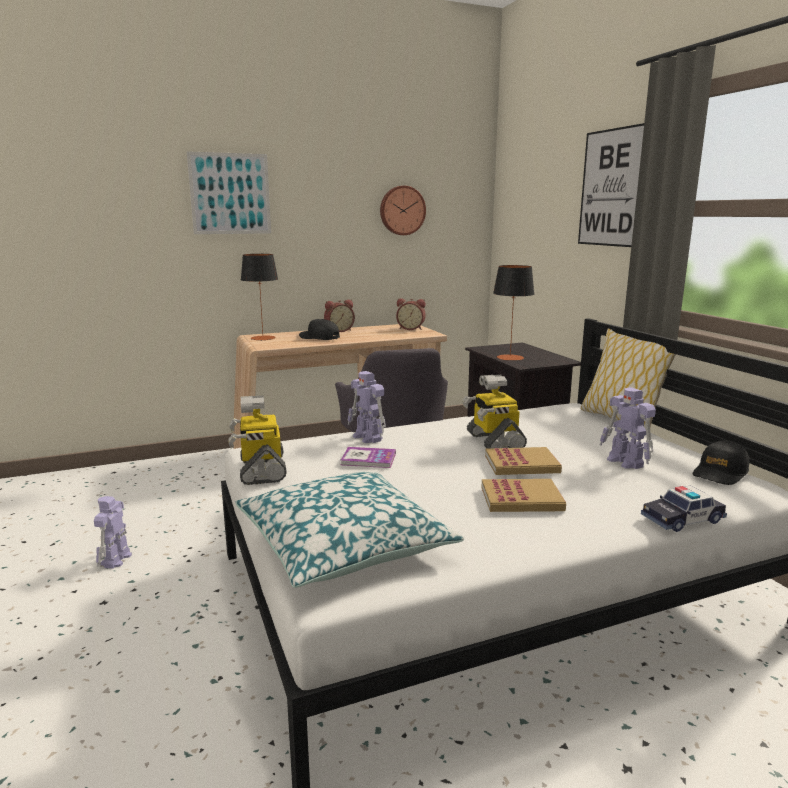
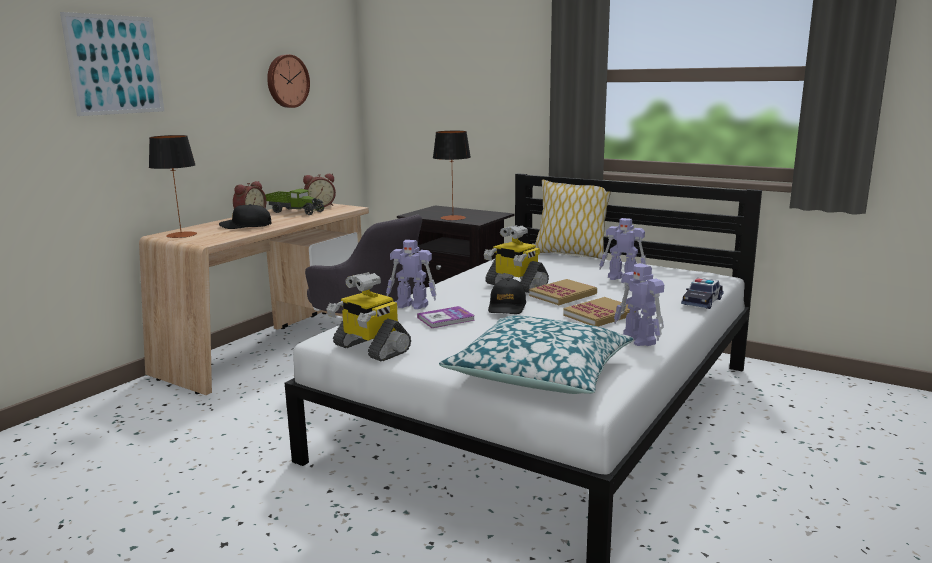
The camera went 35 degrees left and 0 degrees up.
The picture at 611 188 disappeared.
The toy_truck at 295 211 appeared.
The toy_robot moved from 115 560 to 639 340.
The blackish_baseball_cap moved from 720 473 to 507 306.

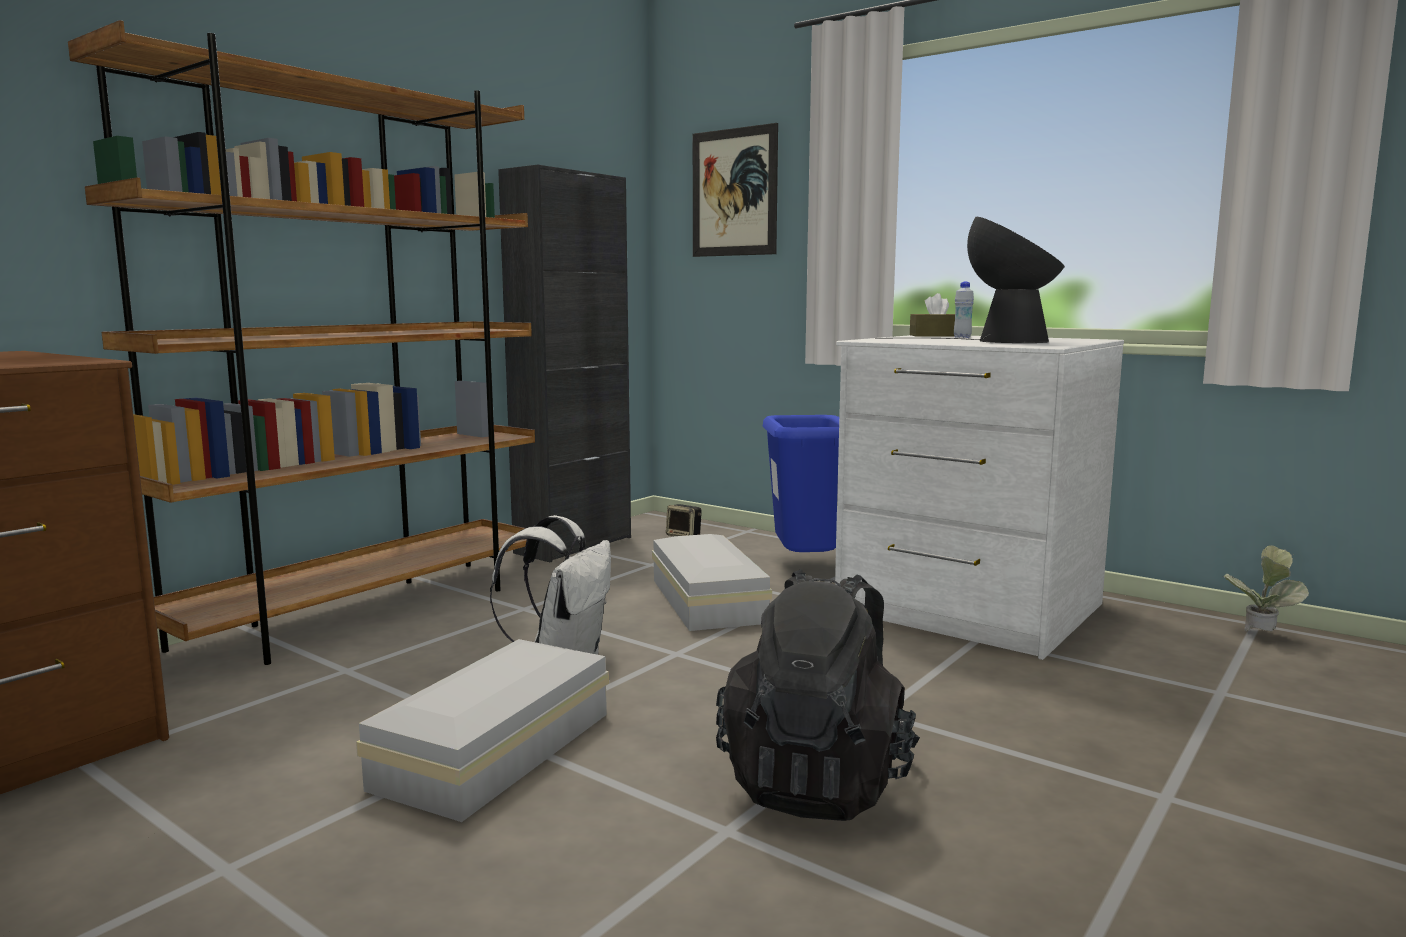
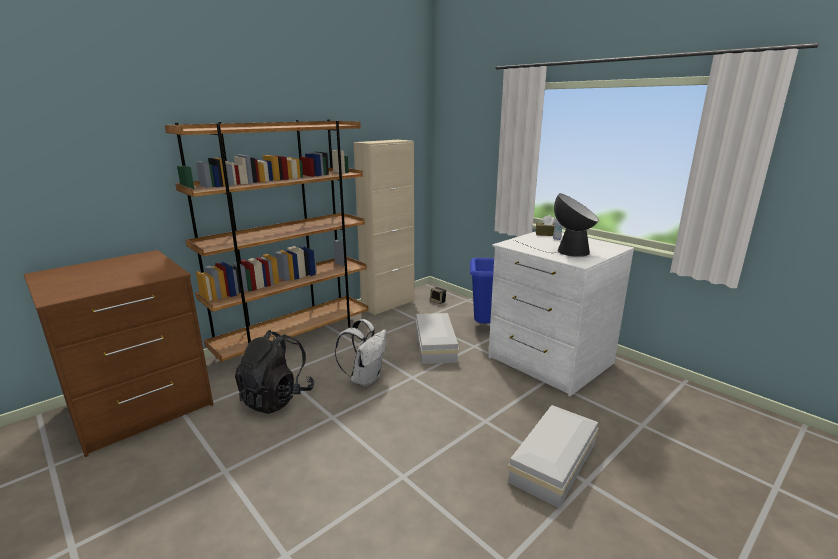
The camera went 10 degrees right and 10 degrees up.
The picture at 734 192 disappeared.
The plant_in_a_pot at 1260 636 disappeared.
The white_storage_container moved from 500 748 to 555 462.
The blackish_backpack moved from 818 782 to 277 398.
The blackish_cupboard at 574 545 became the sand-coloured_cupboard at 388 304.

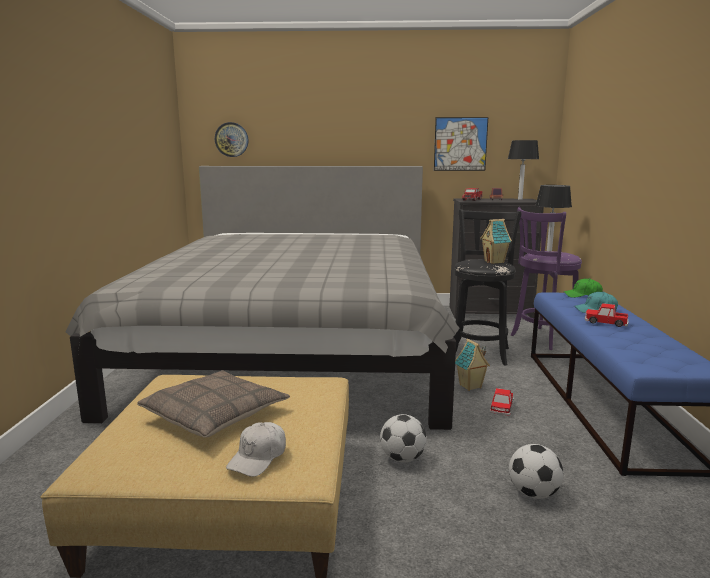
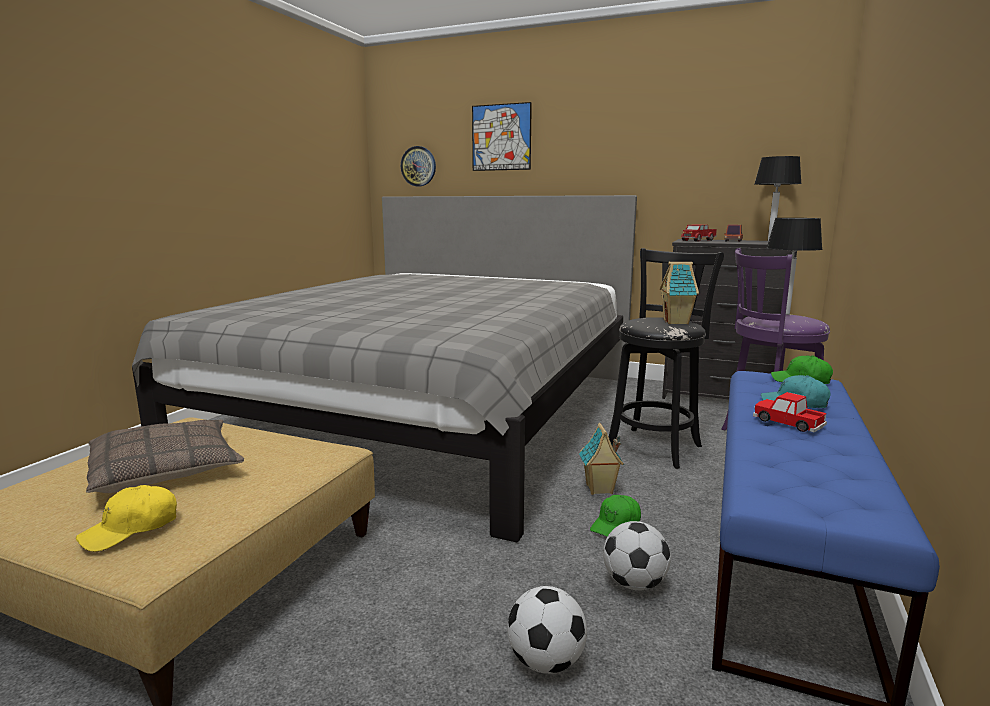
The camera went 20 degrees right and 0 degrees up.
The football_ball moved from 402 458 to 634 583.
The picture moved from 460 144 to 501 137.
The miniature_car at 501 407 was replaced by the greenish_baseball_cap at 616 525.
The white_baseball_cap at 258 457 became the yellowish_baseball_cap at 131 529.

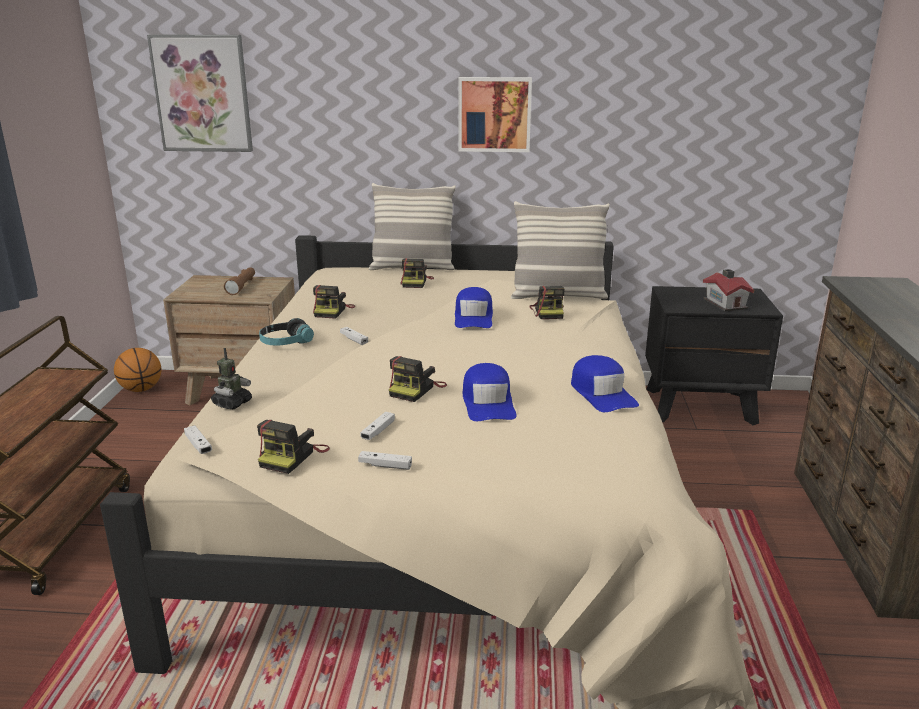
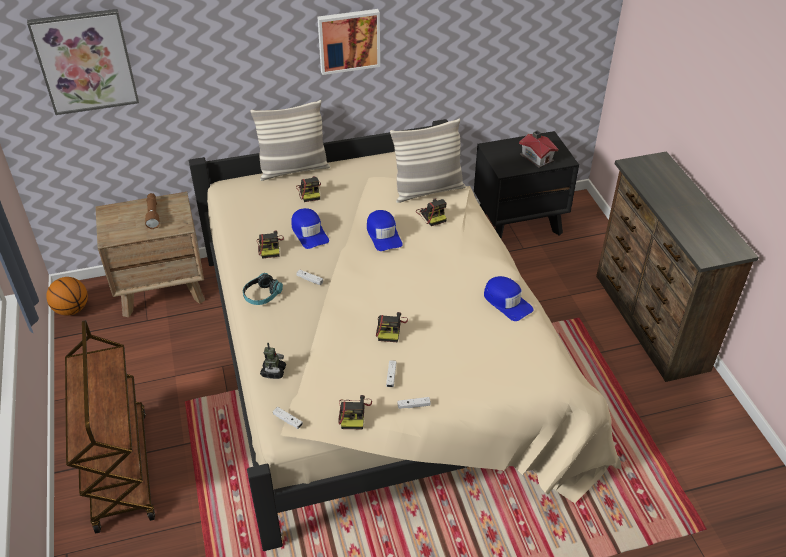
The camera went 20 degrees left and 20 degrees up.
The bluish_baseball_cap moved from 488 402 to 309 232.

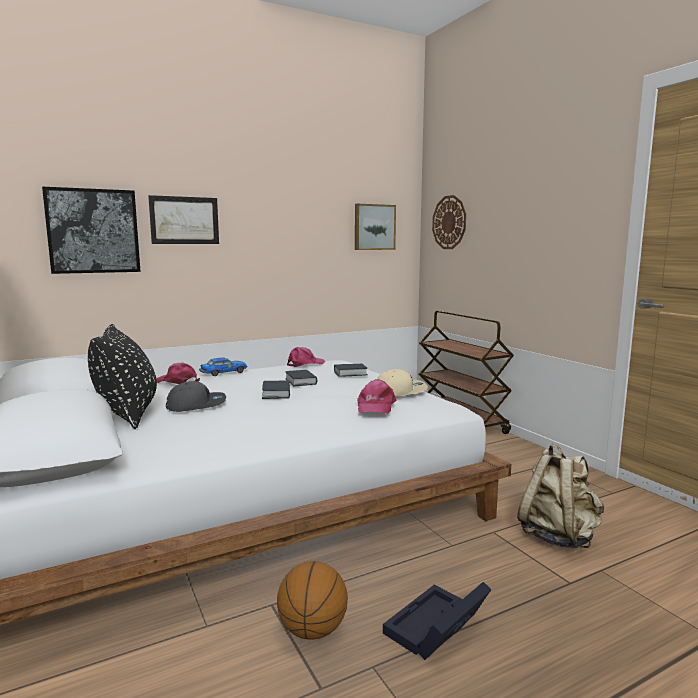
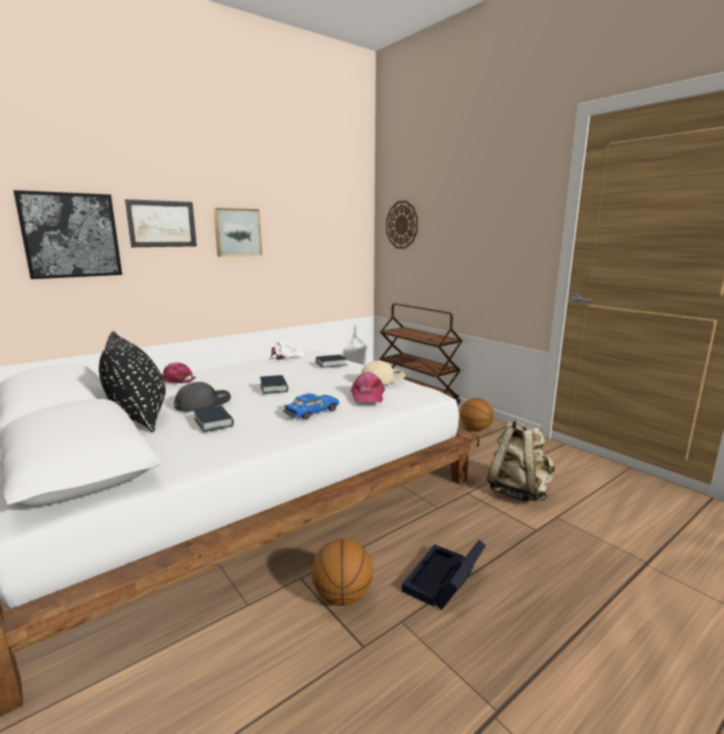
The camera went 10 degrees left and 5 degrees up.
The basketball at 475 429 appeared.
The miniature_car moved from 223 373 to 312 412.
The book moved from 301 381 to 213 422.
The picture moved from 374 227 to 237 232.
The pinkish_baseball_cap at 305 364 became the white_baseball_cap at 286 356.

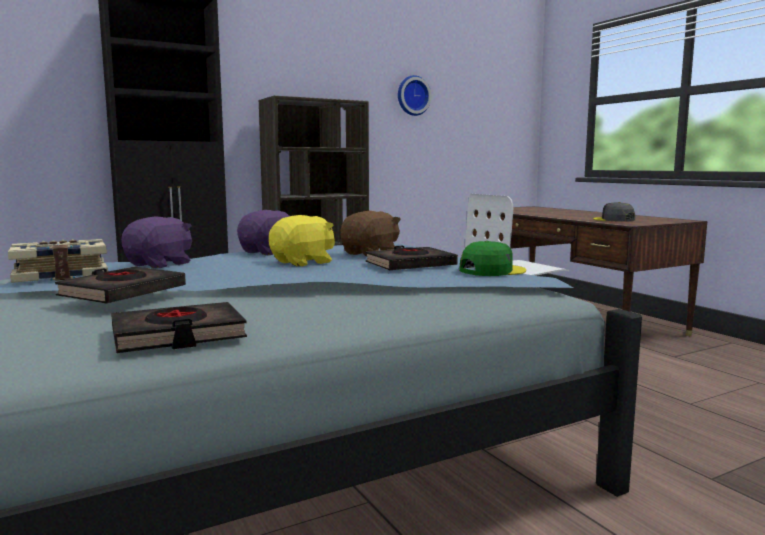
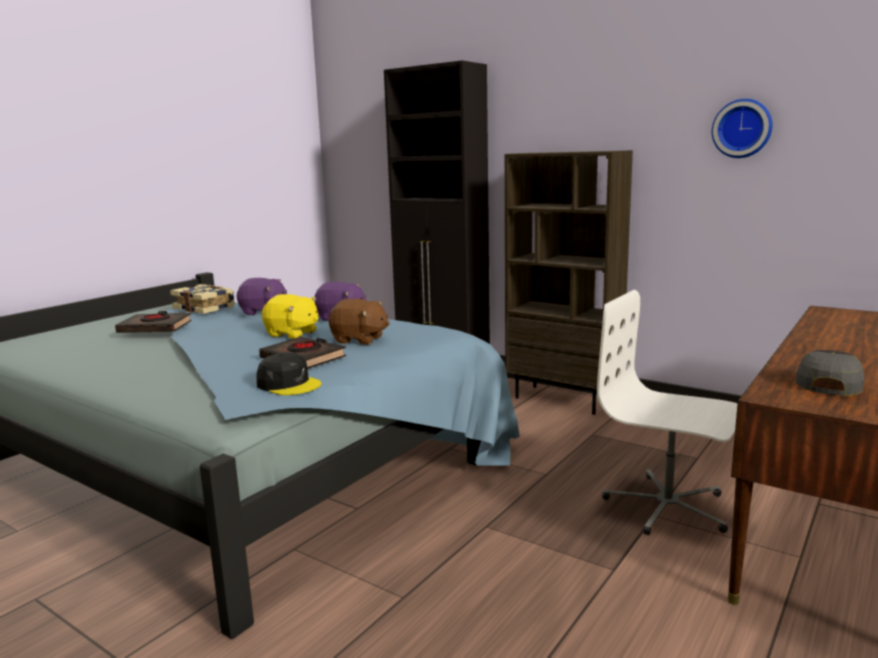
The camera went 65 degrees right and 5 degrees up.
The blackish_book at 178 336 disappeared.
The greenish_baseball_cap at 491 271 became the blackish_baseball_cap at 289 384.

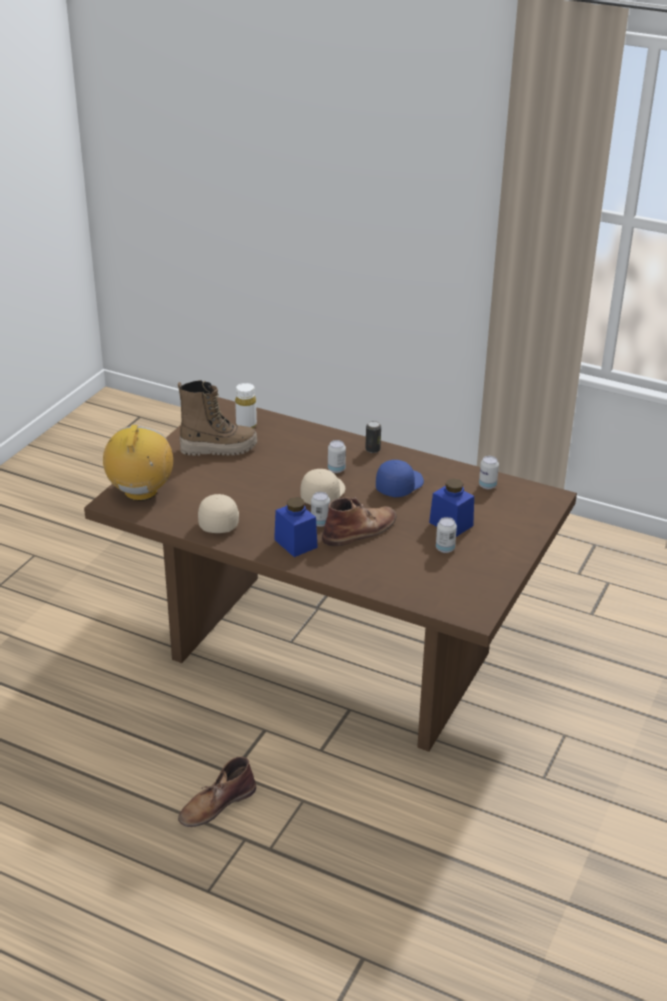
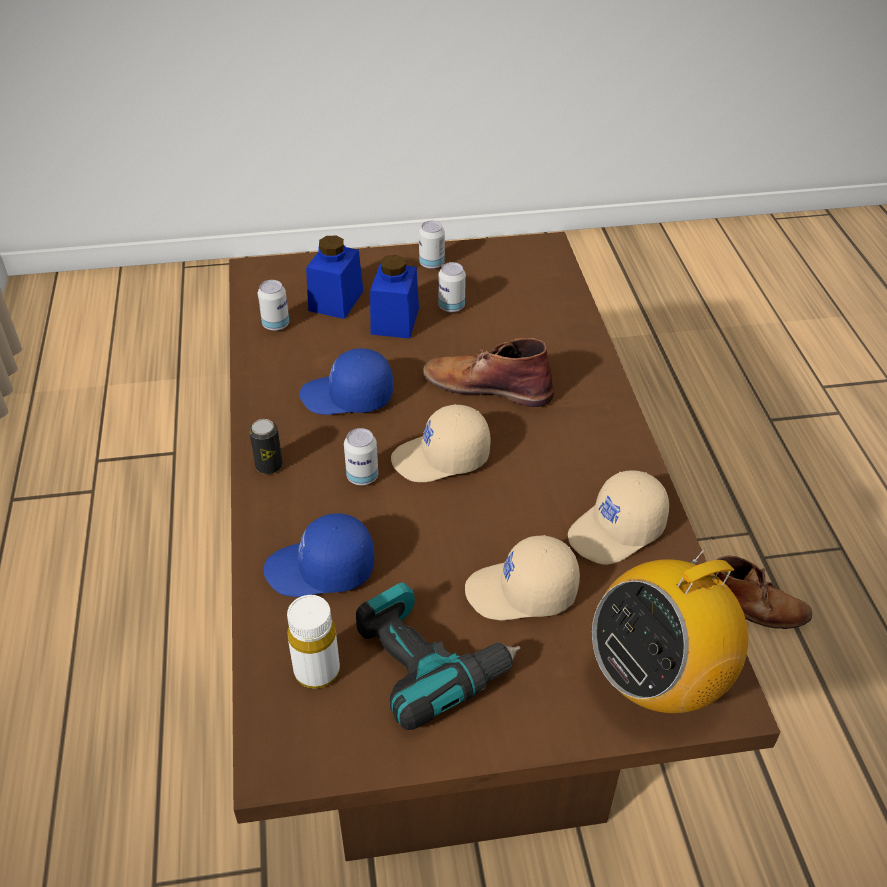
The camera went 125 degrees left and 10 degrees up.
The bluish_baseball_cap at 321 570 appeared.
The sand-coloured_baseball_cap at 522 593 appeared.
The bluish_jar moved from 295 543 to 336 301.
The metal_can moved from 320 523 to 431 264.
The high-top_boot at 218 448 was replaced by the power_drill at 429 660.

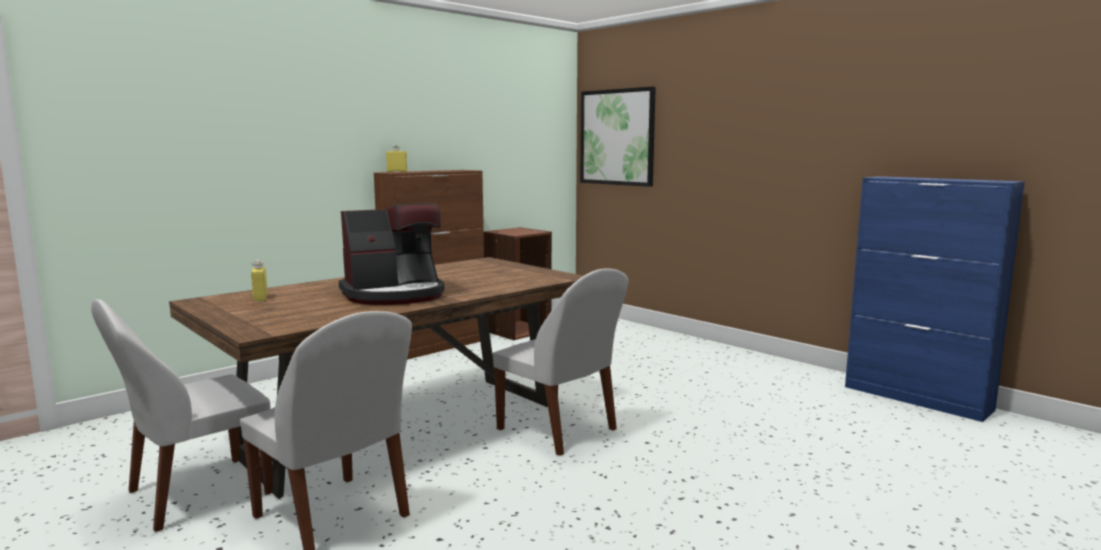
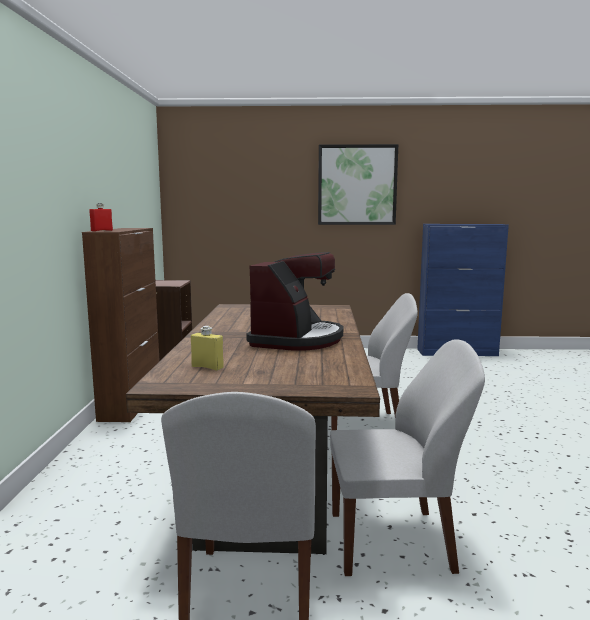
The camera went 45 degrees left and 0 degrees up.
The picture moved from 617 137 to 357 185.
The yellowish_bottle at 397 172 became the reddish_bottle at 101 230.

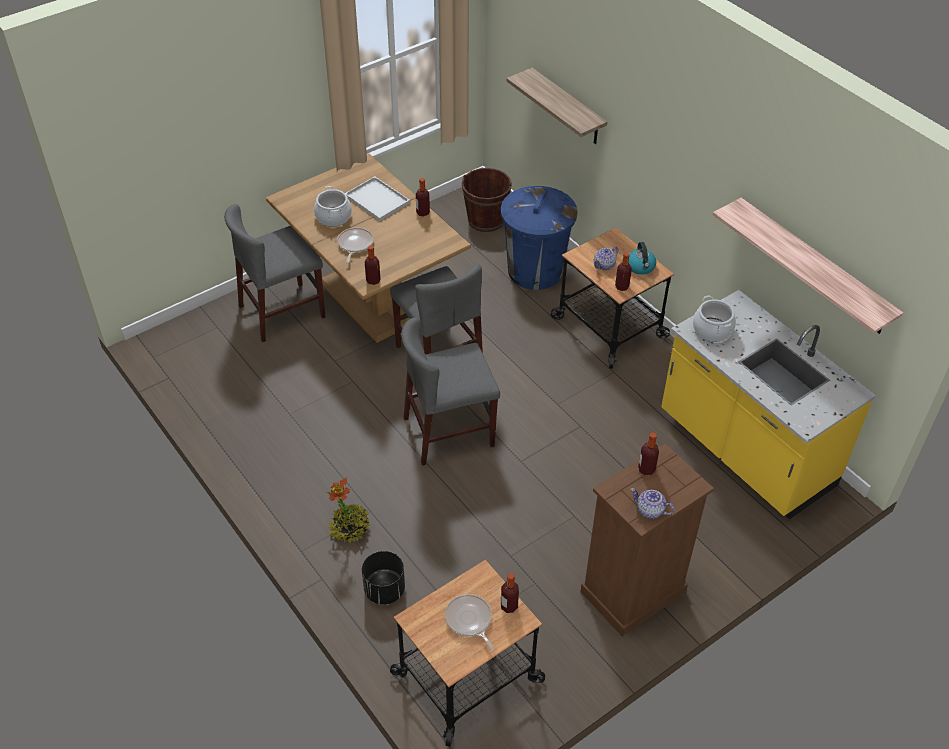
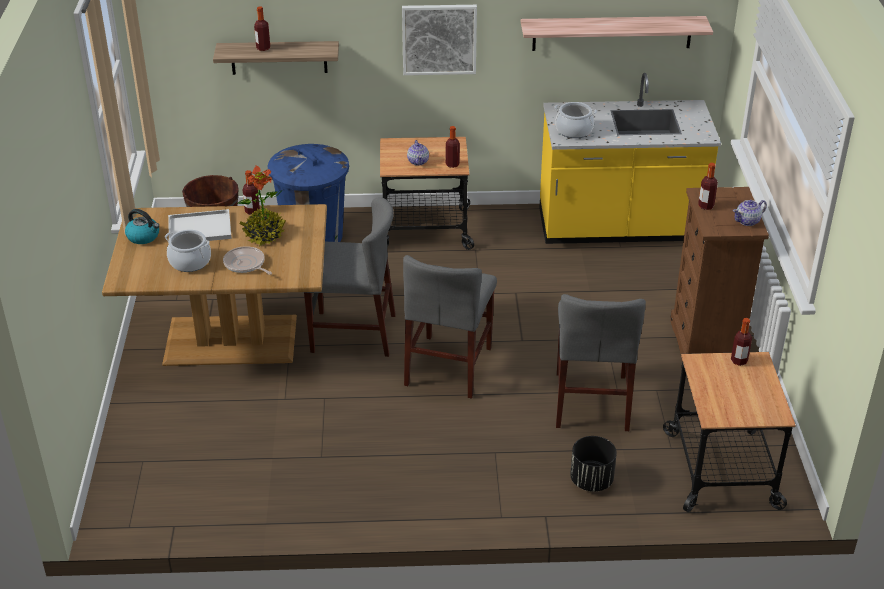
The camera went 55 degrees left and 10 degrees down.
The skillet at 469 620 disappeared.
The picture at 439 39 appeared.
The grey_plain_chair moved from 282 311 to 591 401.
The plant_in_a_pot moved from 350 528 to 264 235.
The bottle moved from 373 280 to 263 48.
The kettle moved from 640 267 to 144 237.

